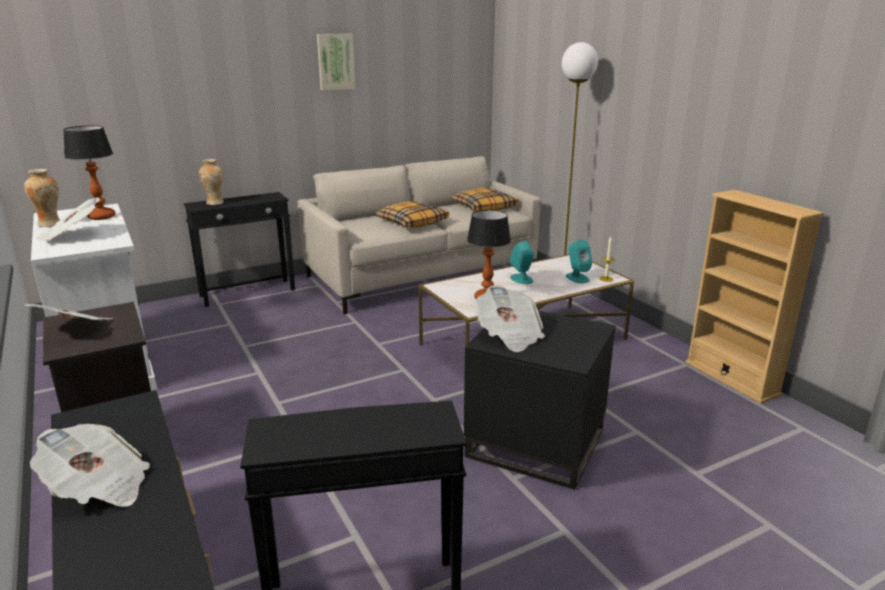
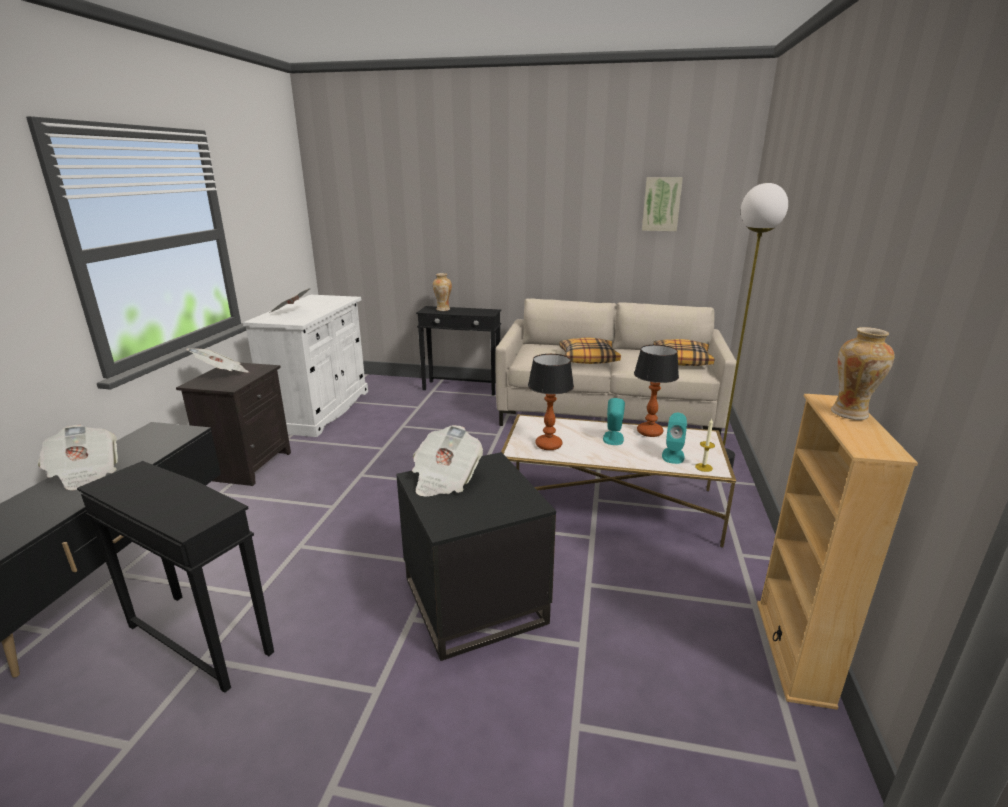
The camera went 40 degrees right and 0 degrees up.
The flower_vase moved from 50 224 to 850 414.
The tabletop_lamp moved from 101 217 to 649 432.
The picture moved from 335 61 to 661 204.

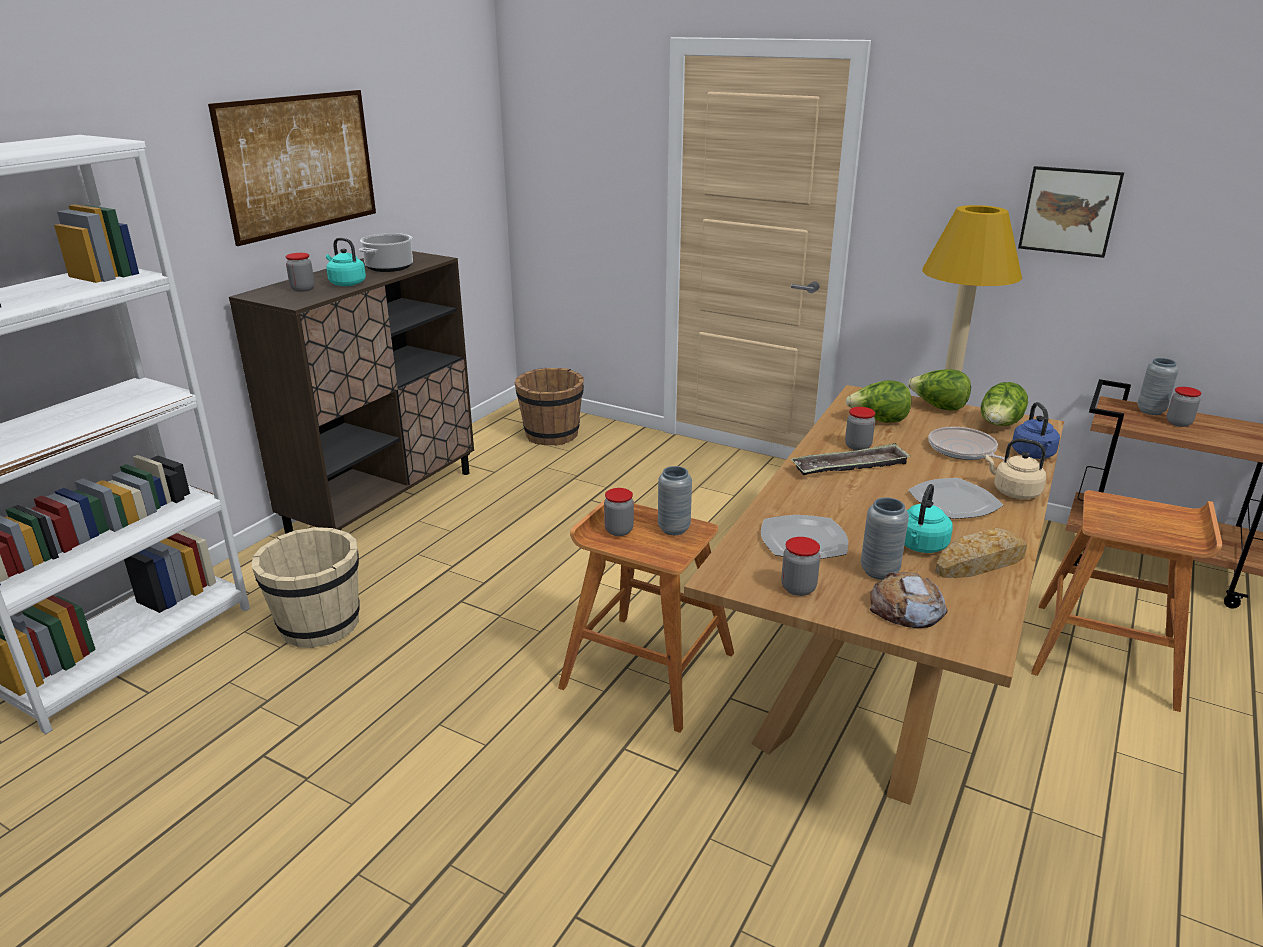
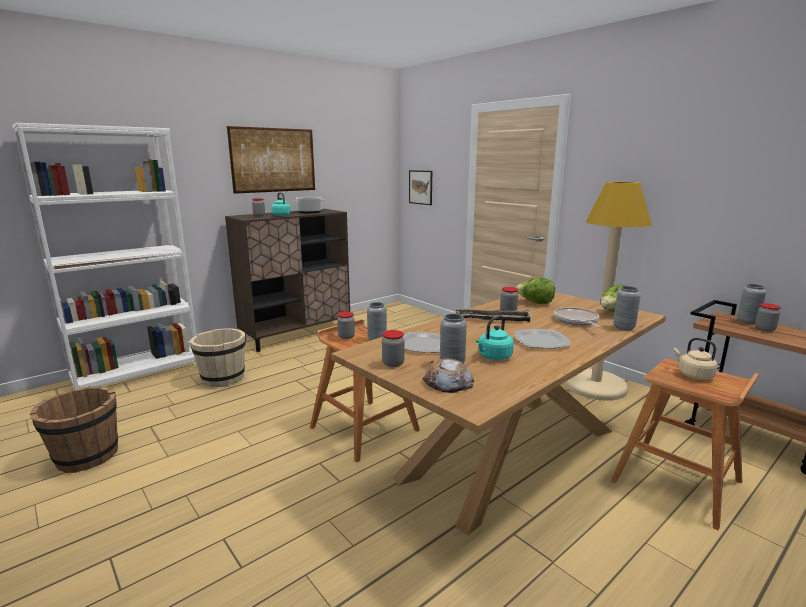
The camera went 20 degrees right and 10 degrees down.
The lettuce_head at 938 407 disappeared.
The bread at 980 562 disappeared.
The brownish_bucket moved from 551 435 to 86 457.
The sand-coloured_kettle moved from 1013 492 to 693 375.
The picture moved from 1069 211 to 420 187.
The bluish_kettle at 1033 455 was replaced by the grey_flower_vase at 624 328.

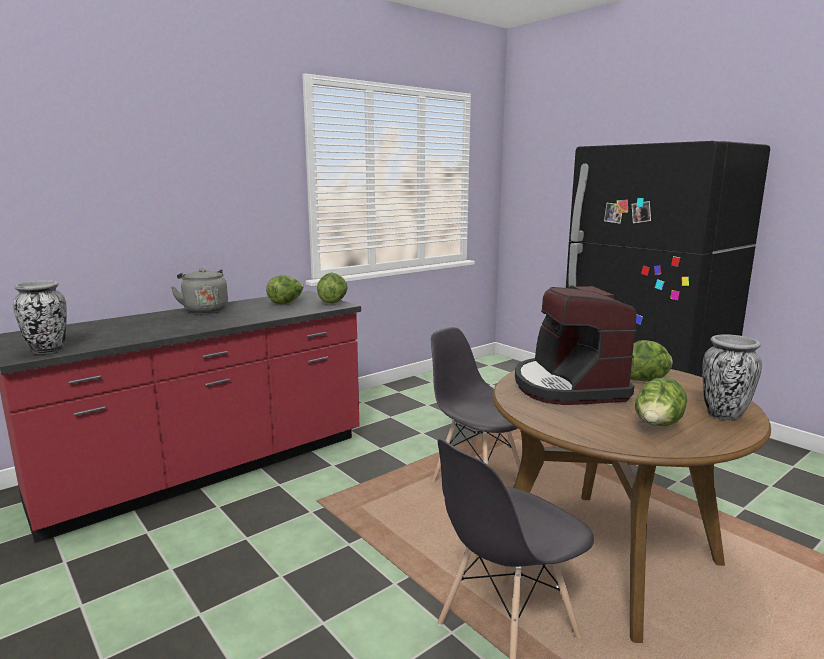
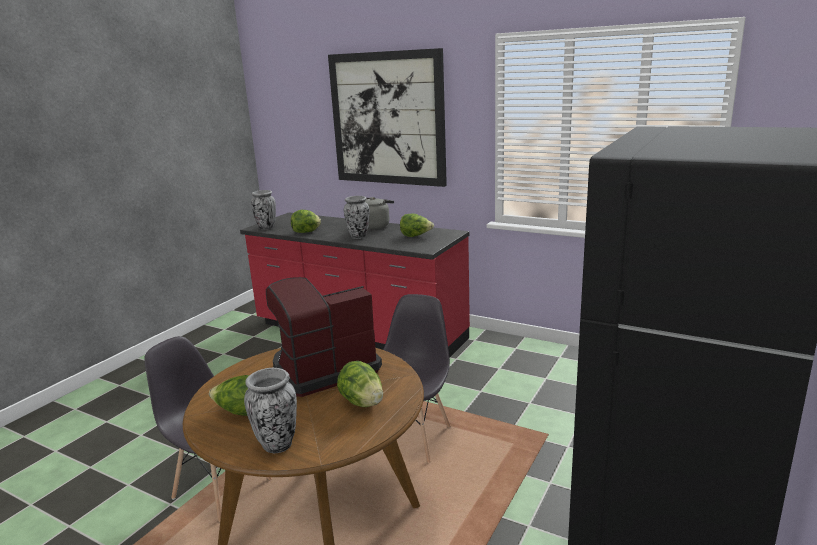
The camera went 70 degrees right and 5 degrees up.
The picture at 387 119 appeared.
The flower_vase at 358 236 appeared.
The lettuce_head moved from 332 302 to 306 232.

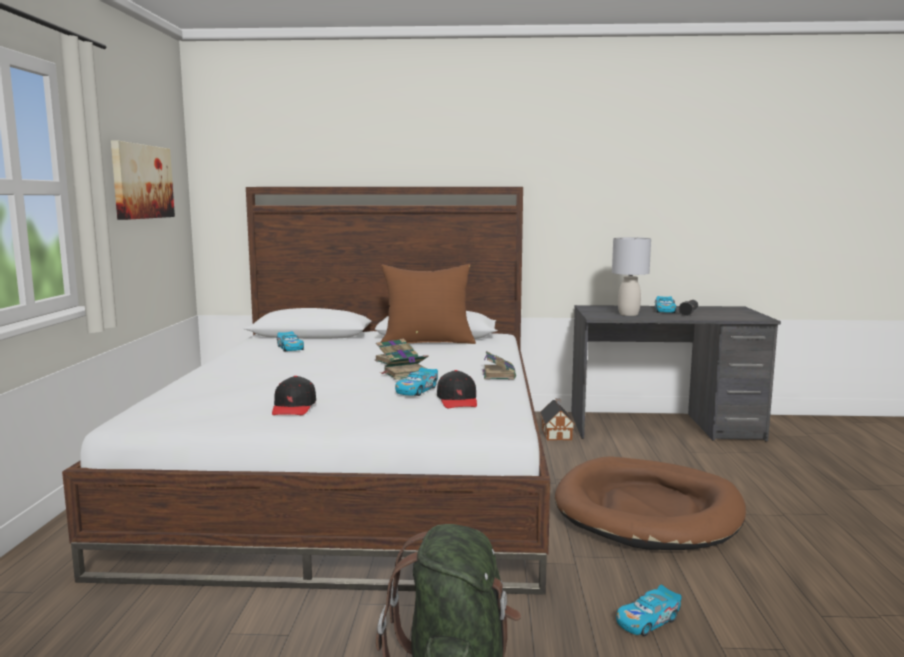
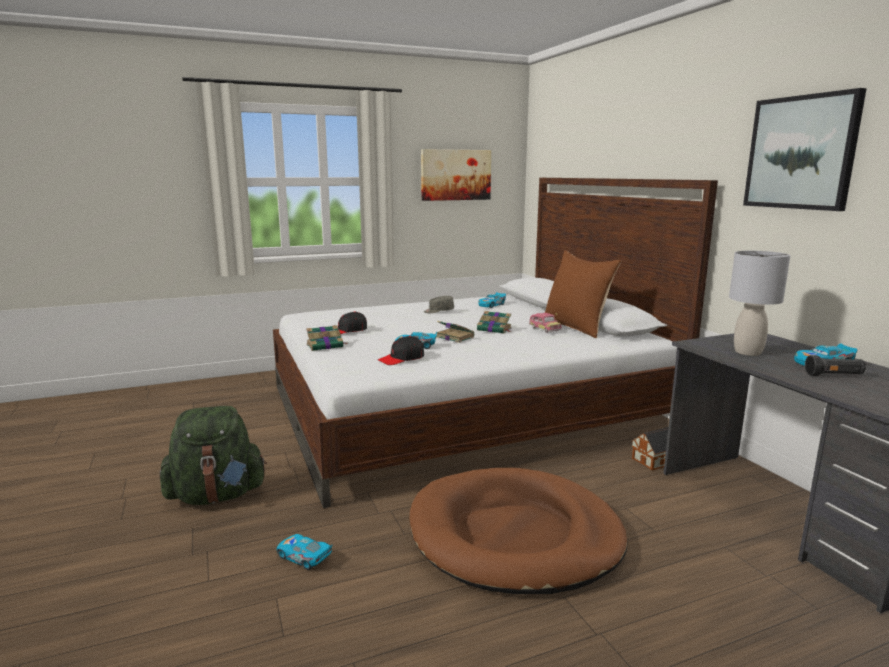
The camera went 65 degrees right and 5 degrees up.
The grey_baseball_cap at 438 311 appeared.
The miniature_car at 544 329 appeared.
The picture at 801 153 appeared.
The book moved from 498 374 to 326 346.

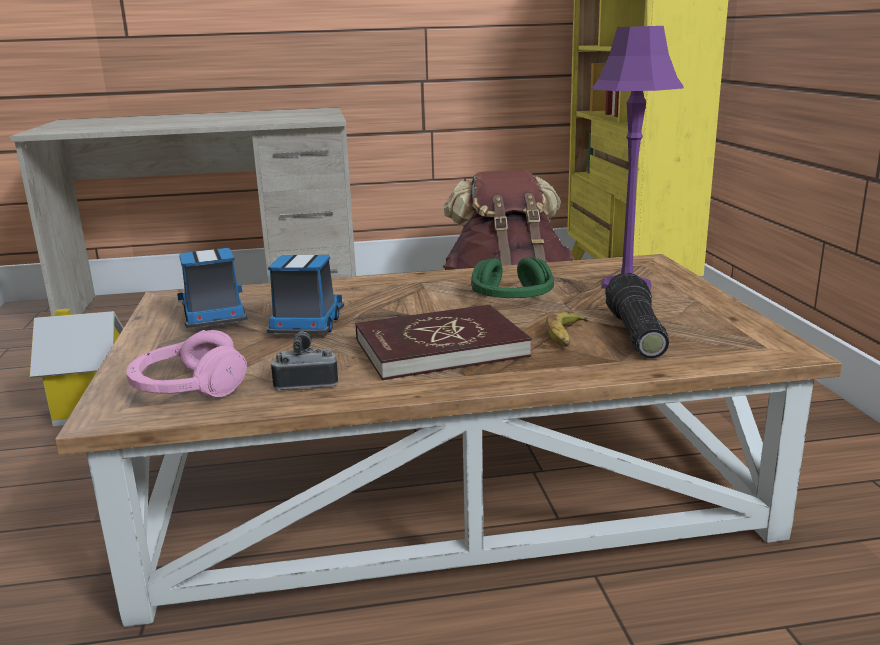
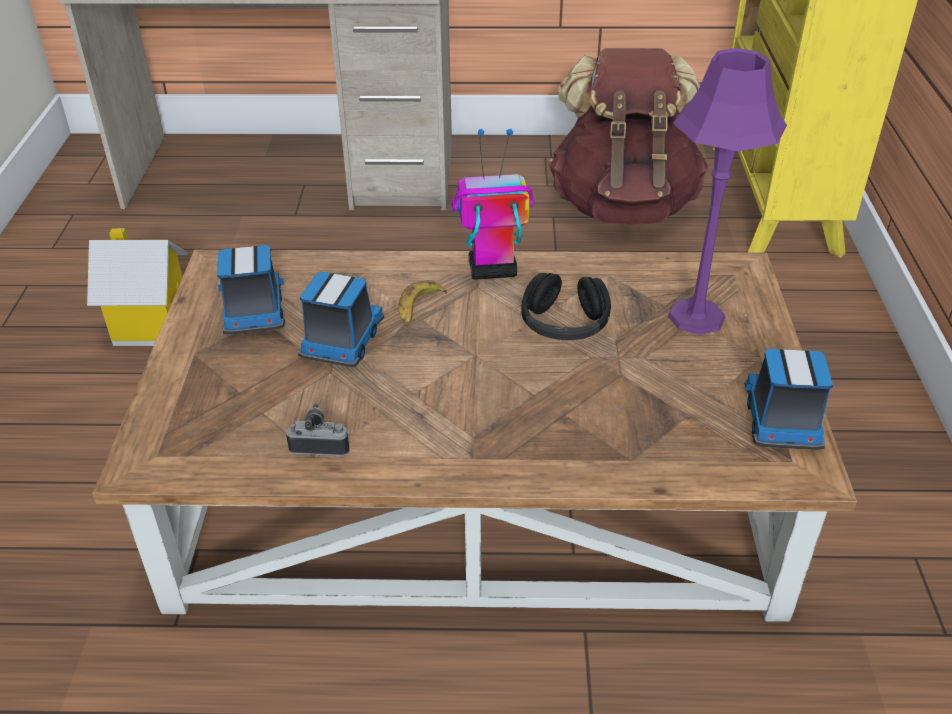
The camera went 10 degrees right and 20 degrees up.
The pinkish_headset at 188 387 disappeared.
The reddish_book at 440 348 disappeared.
The flashlight at 633 334 disappeared.
The toy_robot at 491 270 appeared.
The toy_truck at 781 420 appeared.
The banana moved from 565 336 to 418 308.
The greenish_headset at 512 298 became the blackish_headset at 564 324.

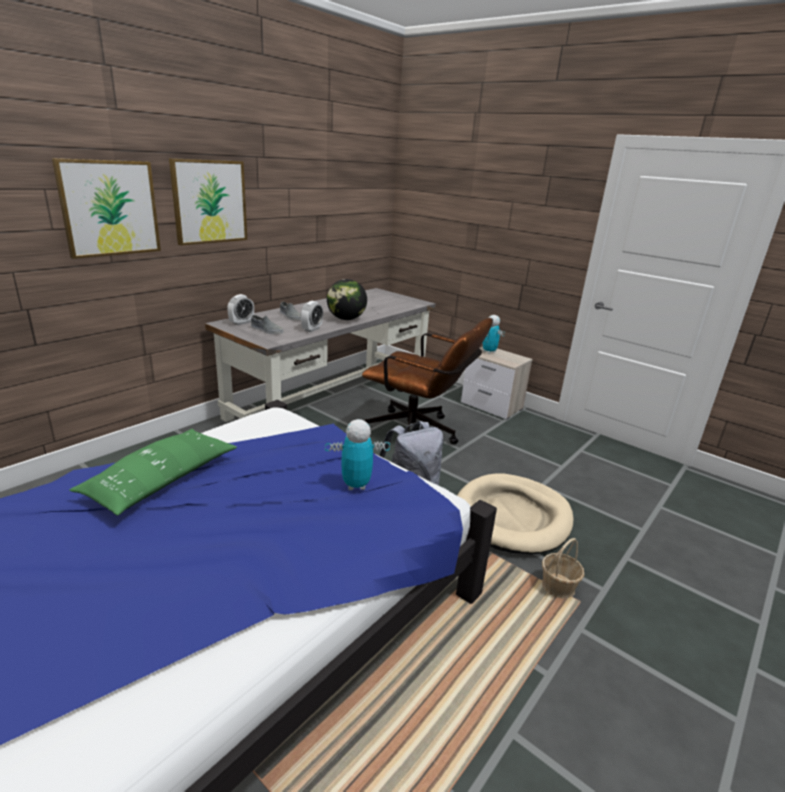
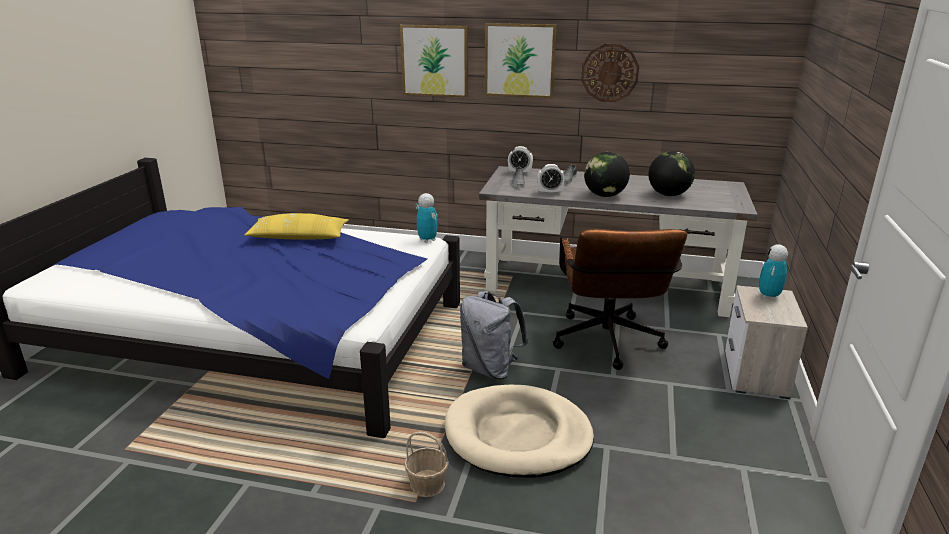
The camera went 65 degrees right and 0 degrees up.
The wall_clock at 610 73 appeared.
The globe at 668 195 appeared.
The toy_robot moved from 356 485 to 427 240.
The greenish_throw_pillow at 161 481 became the yellowish_throw_pillow at 298 237.

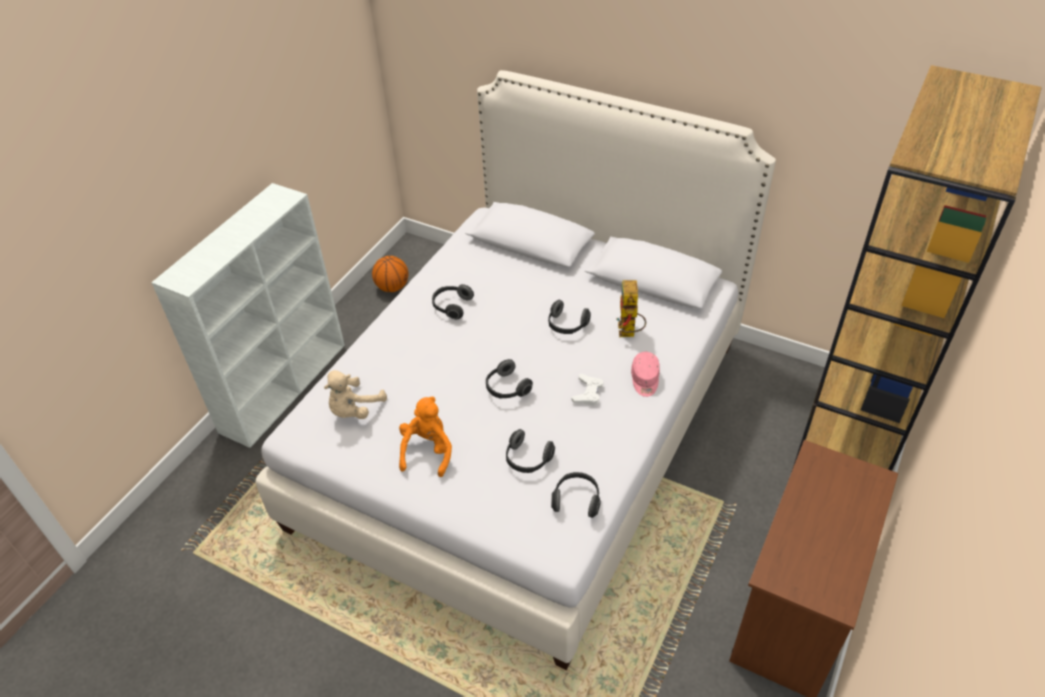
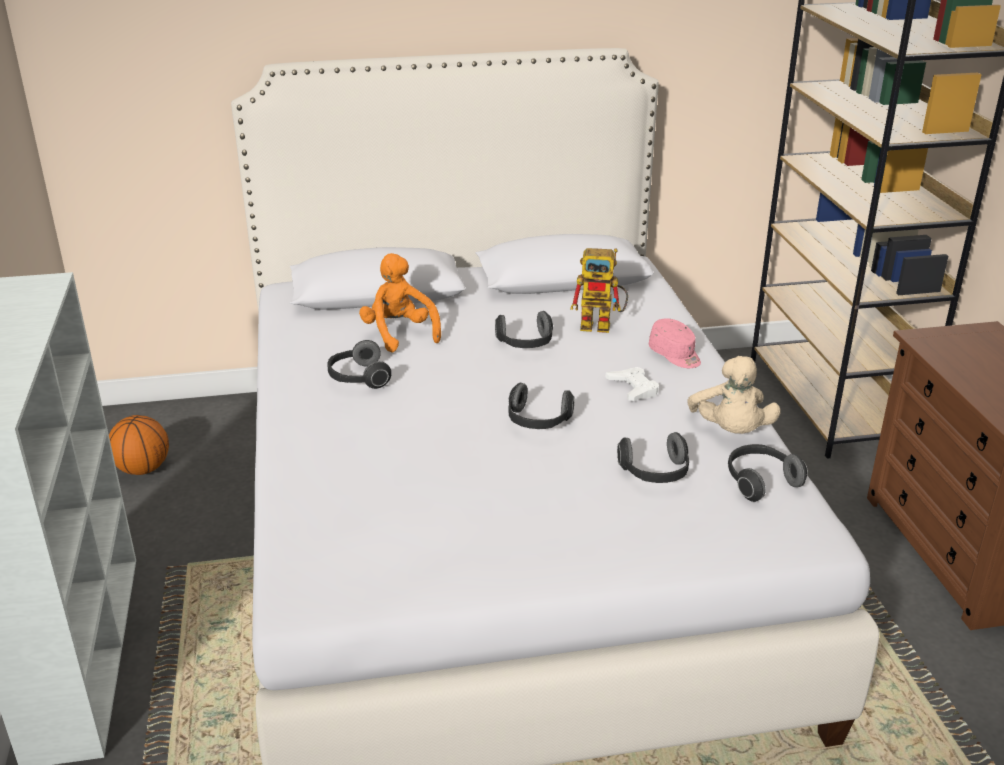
The camera went 40 degrees left and 15 degrees down.
The sand-coloured_soft_toy moved from 354 410 to 731 431.
The orangey_soft_toy moved from 428 451 to 399 334.
The toy_robot at 629 333 turned 45 degrees counterclockwise.

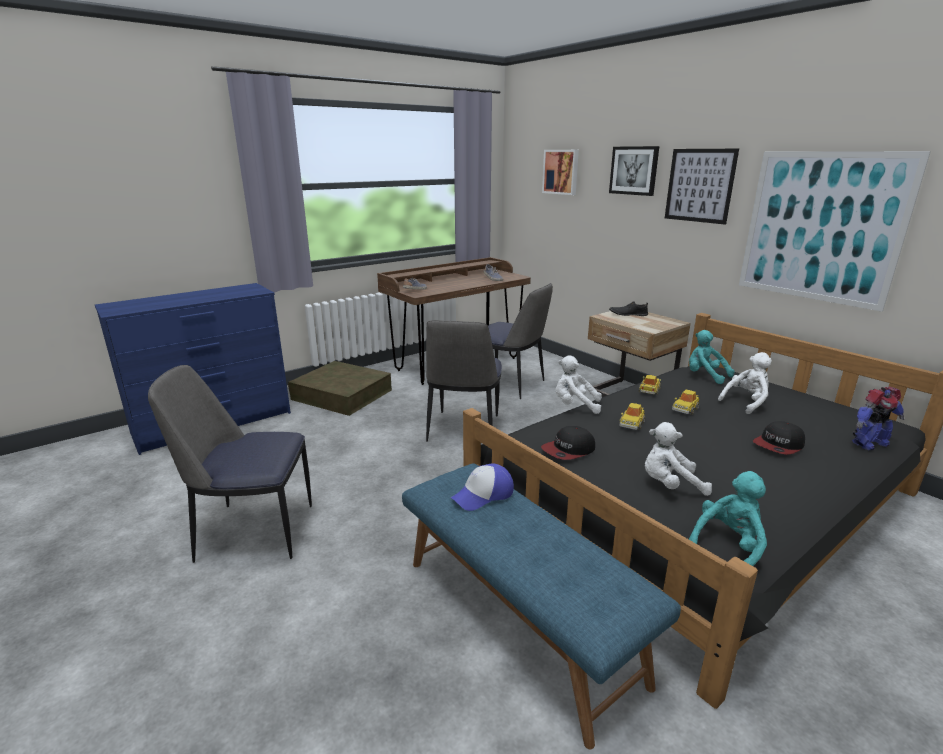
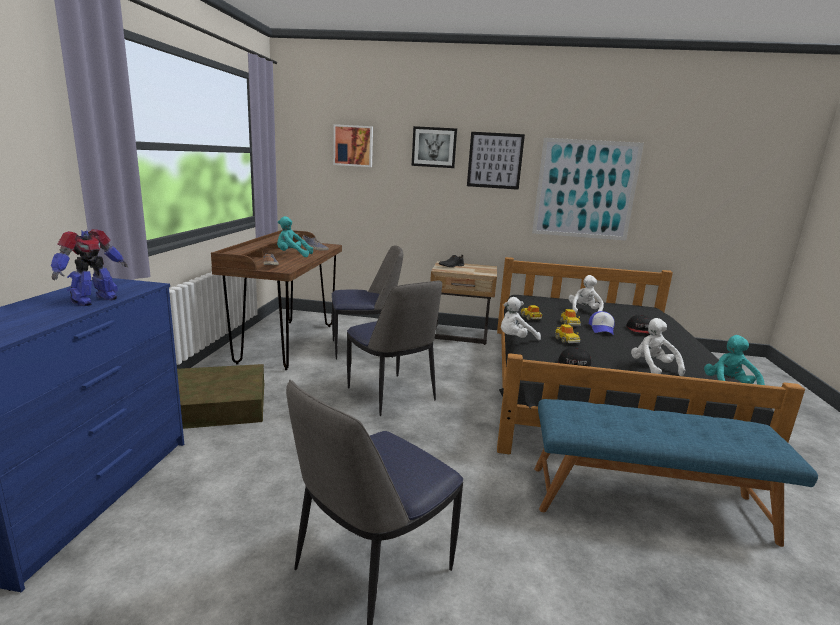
The camera went 45 degrees left and 5 degrees down.
The baseball_cap moved from 483 495 to 602 329.
The turquoise-coloured_soft_toy moved from 705 376 to 292 255.
The toy_robot moved from 869 443 to 93 300.
The white_soft_toy at 670 485 turned 120 degrees clockwise.

